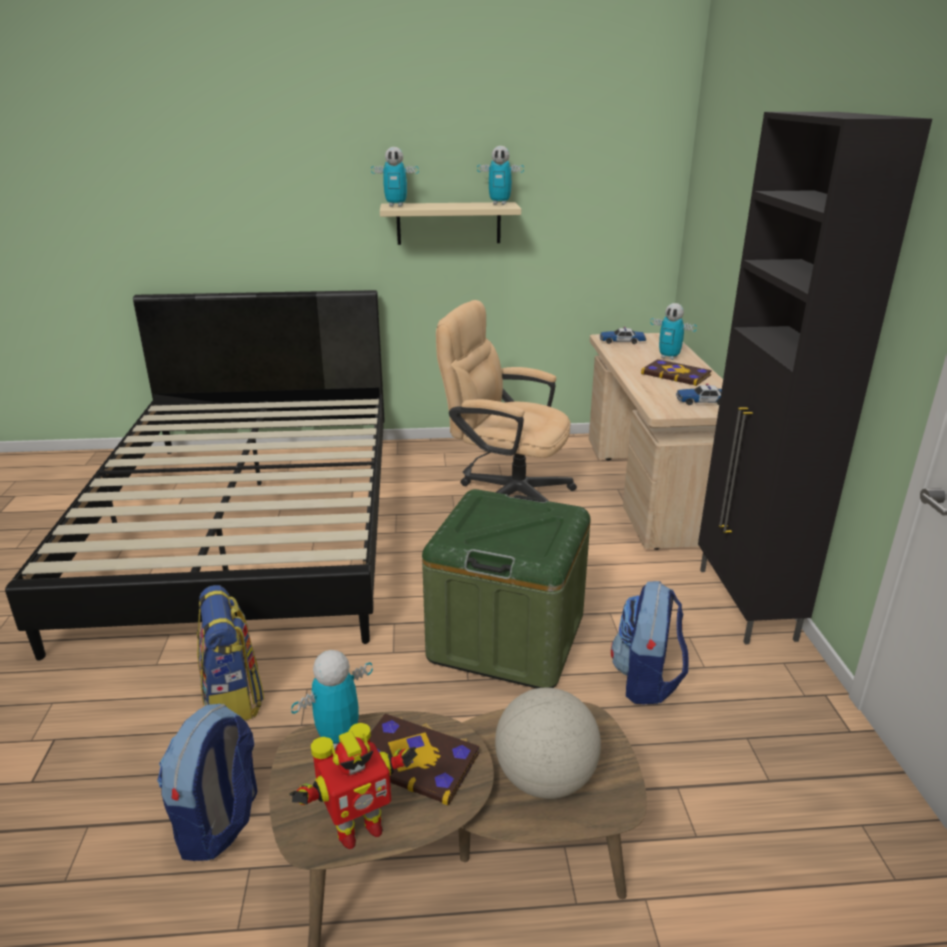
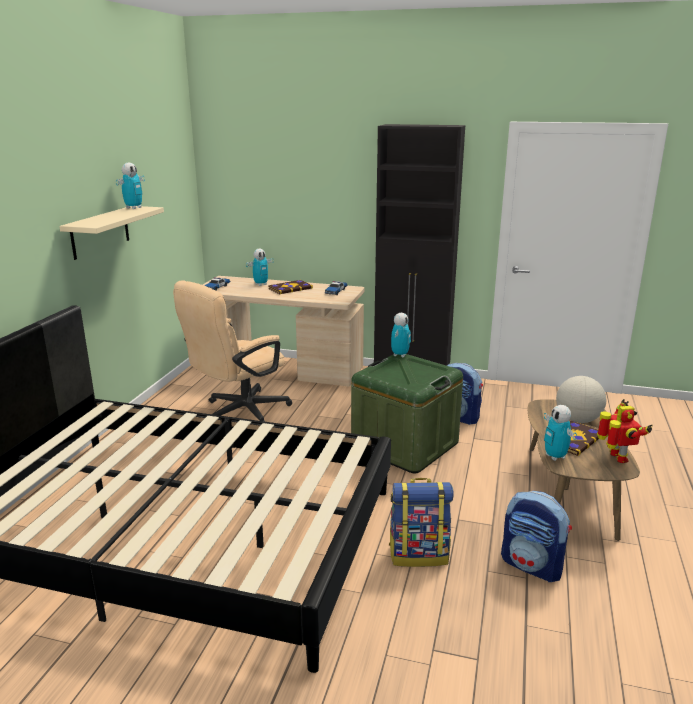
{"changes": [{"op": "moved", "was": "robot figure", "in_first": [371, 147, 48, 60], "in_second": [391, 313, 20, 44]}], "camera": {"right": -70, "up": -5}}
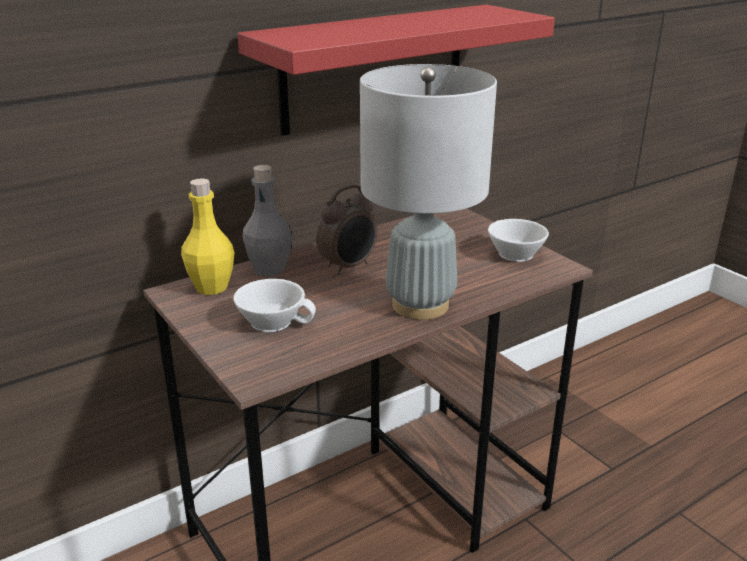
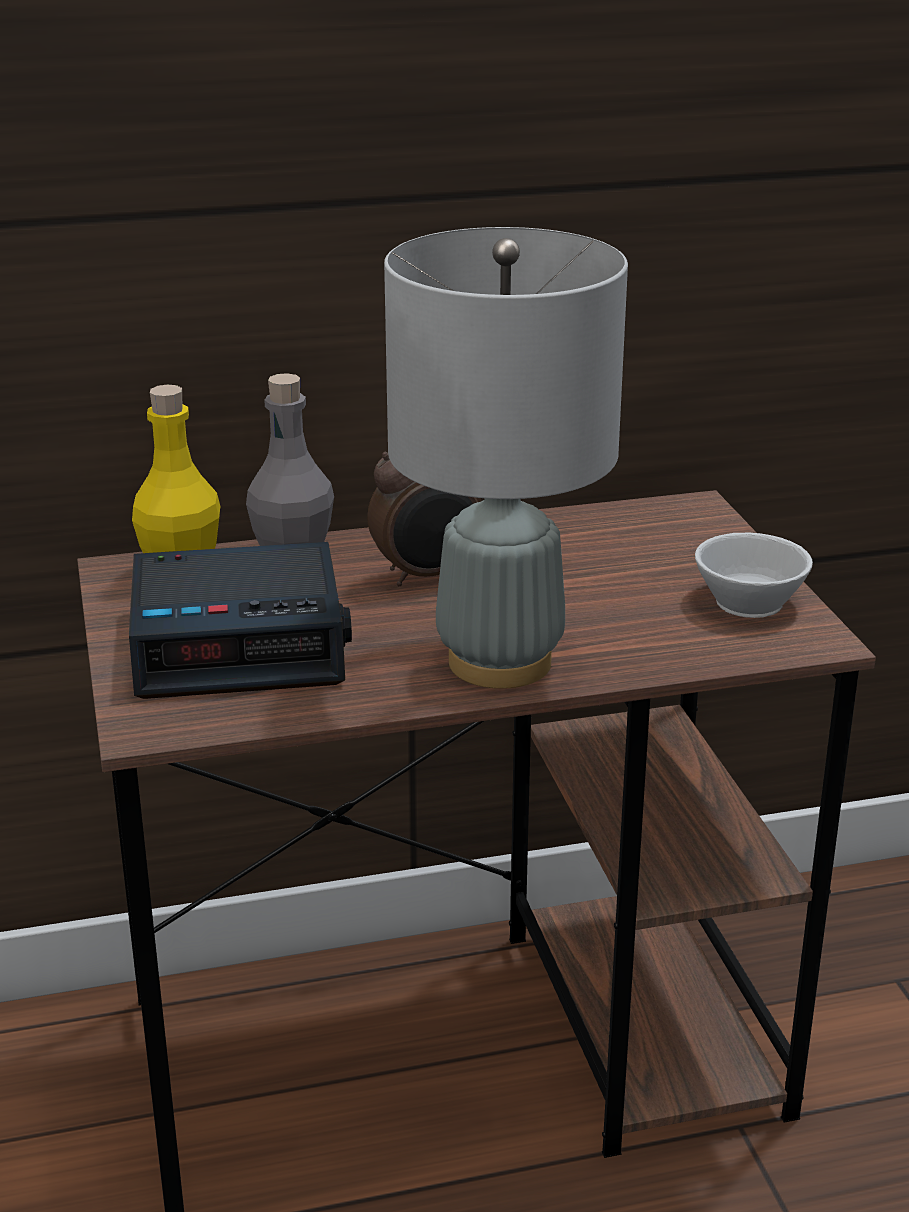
{"changes": [{"op": "replaced", "was": "cup/white", "now": "table clock", "in_first": [233, 279, 83, 53], "in_second": [129, 542, 223, 157]}, {"op": "removed", "was": "wall shelf/reddish", "in_first": [237, 4, 318, 132]}], "camera": {"right": 20, "up": 0}}
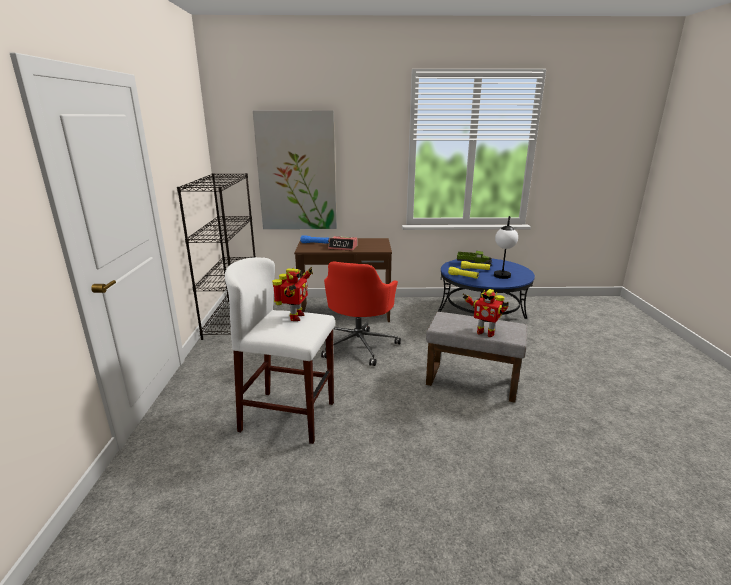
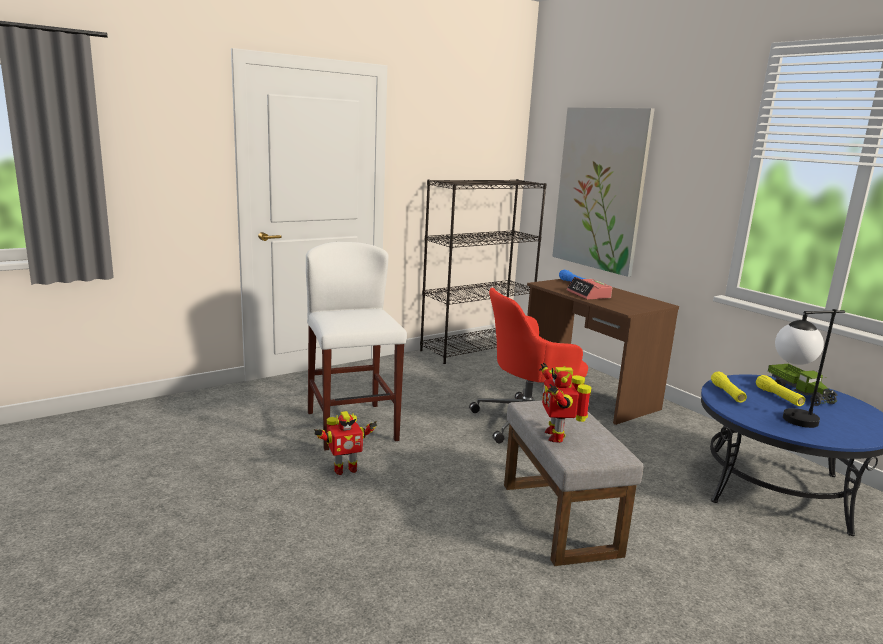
{"changes": [{"op": "moved", "was": "robot figure", "in_first": [272, 267, 41, 54], "in_second": [314, 411, 63, 64]}], "camera": {"right": 55, "up": -5}}
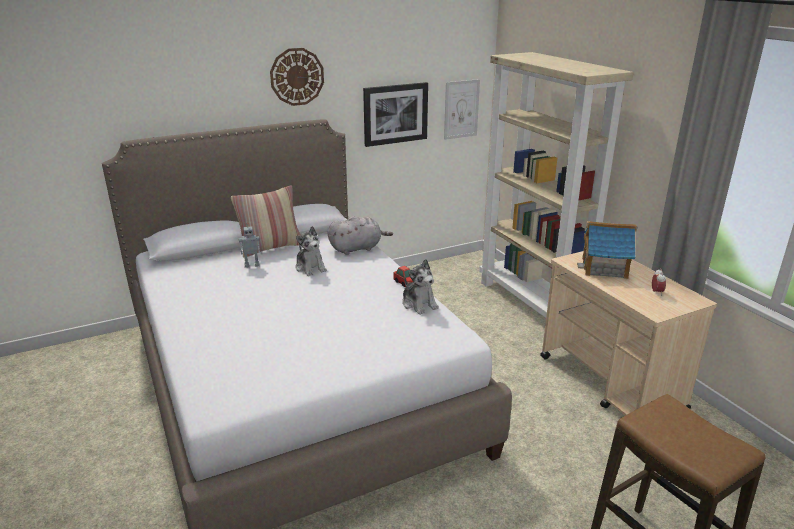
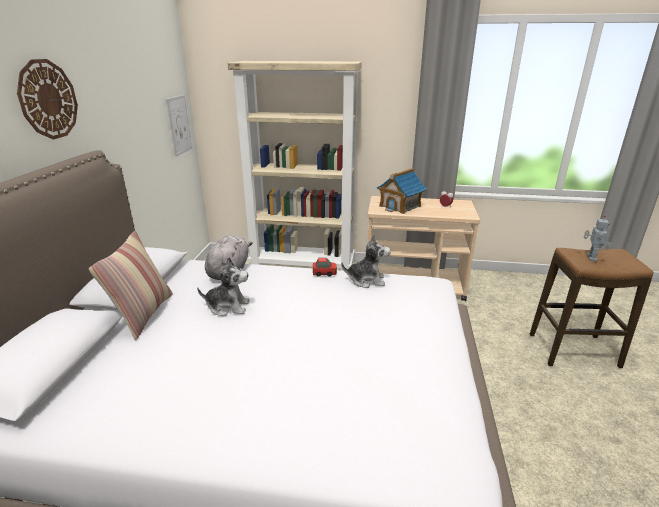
{"changes": [{"op": "moved", "was": "robot figure", "in_first": [239, 223, 21, 45], "in_second": [584, 215, 28, 47]}, {"op": "removed", "was": "wall picture", "in_first": [363, 82, 65, 65]}], "camera": {"right": -55, "up": 0}}
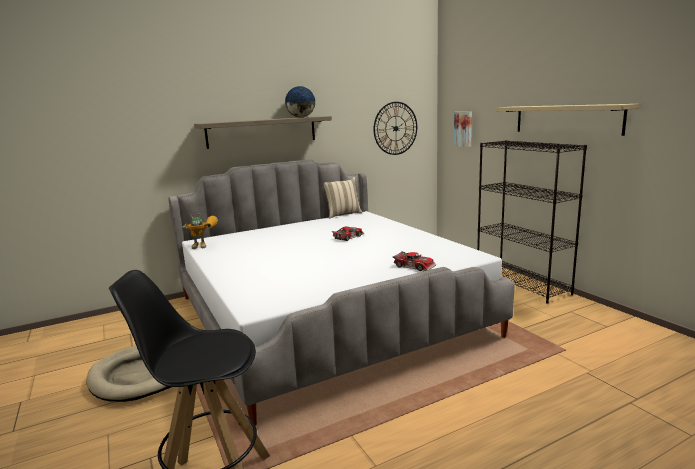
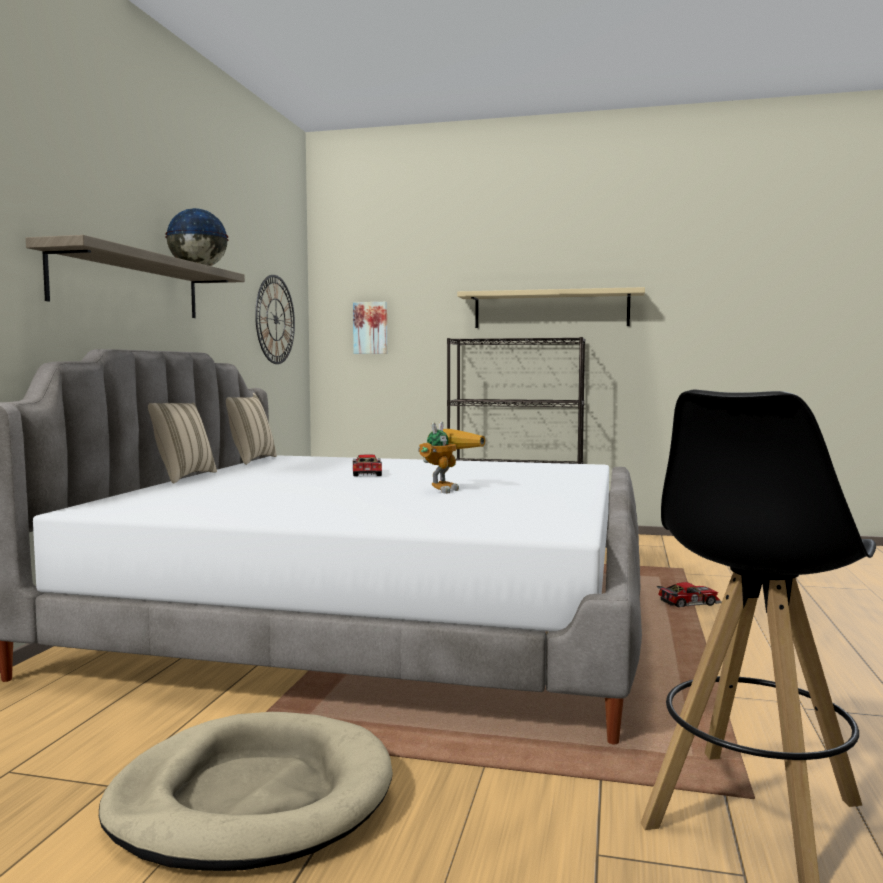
{"changes": [{"op": "added", "now": "throw pillow/beige-coloured", "in_second": [148, 402, 69, 82]}, {"op": "moved", "was": "robot figure", "in_first": [182, 213, 36, 36], "in_second": [418, 421, 68, 73]}, {"op": "moved", "was": "model car", "in_first": [393, 251, 43, 20], "in_second": [657, 582, 65, 25]}], "camera": {"right": -50, "up": -10}}
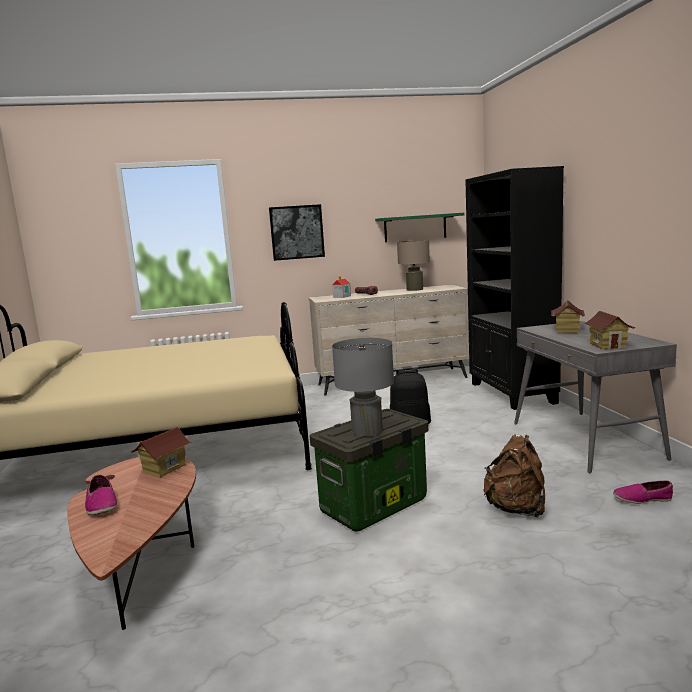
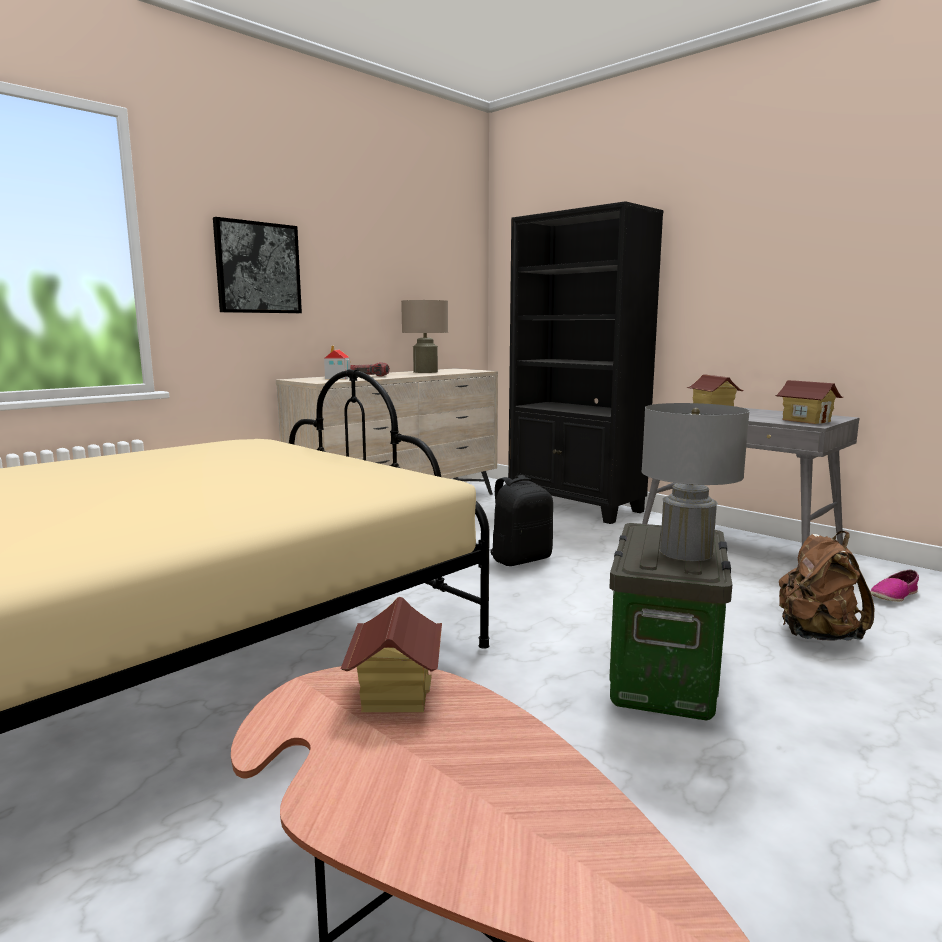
{"changes": [{"op": "removed", "was": "shoe", "in_first": [85, 475, 33, 40]}, {"op": "removed", "was": "wall shelf/green", "in_first": [375, 213, 89, 29]}], "camera": {"right": -35, "up": 0}}
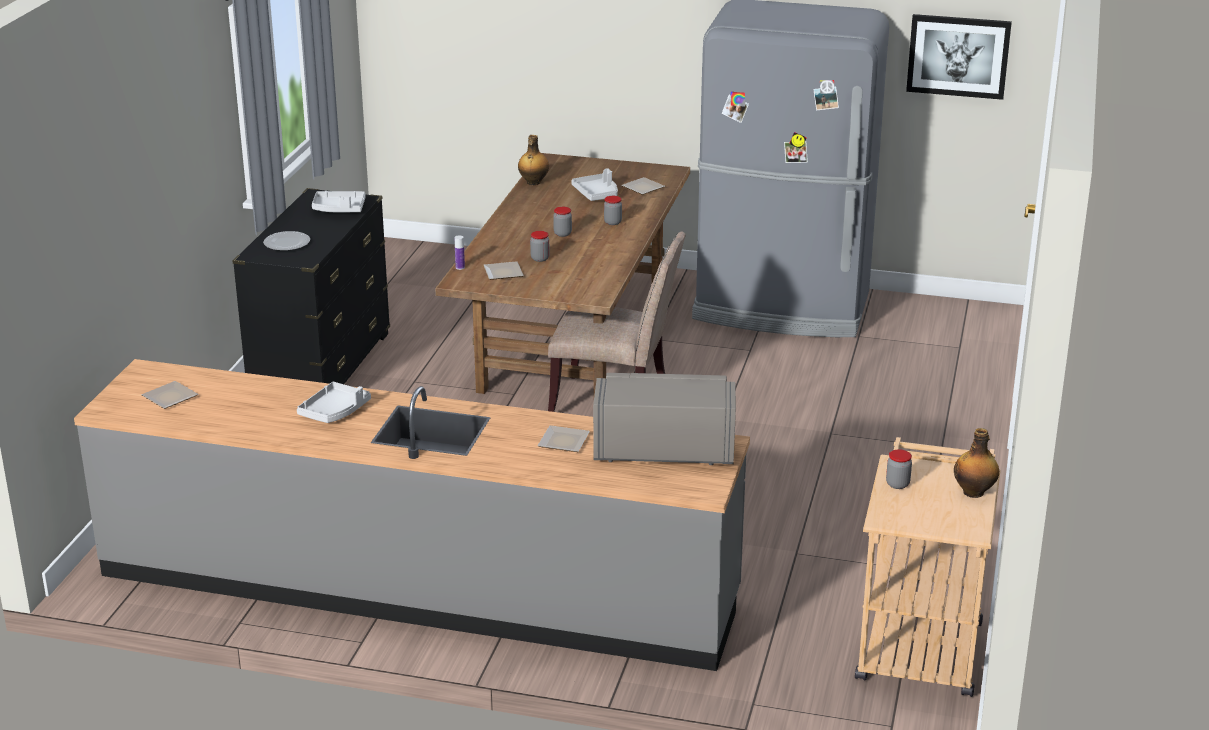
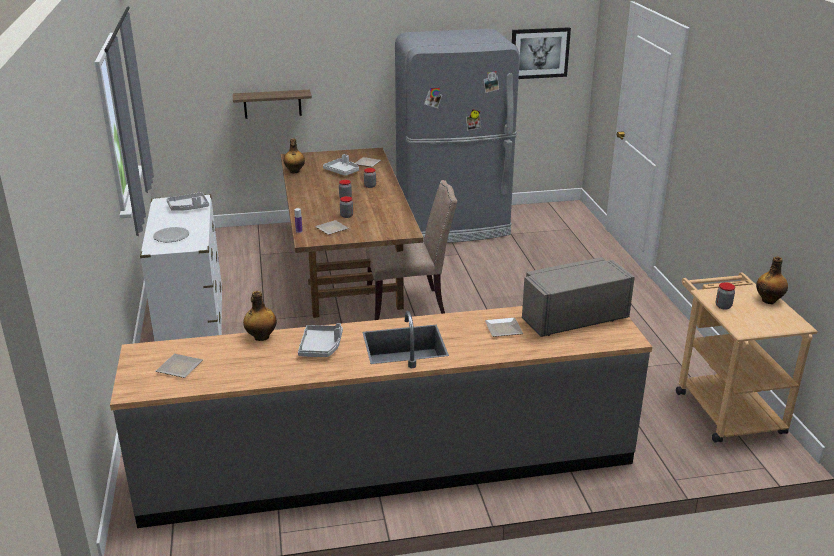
{"changes": [{"op": "recoloured", "was": "chest of drawers/black-coloured", "now": "chest of drawers/white", "in_first": [232, 188, 158, 196], "in_second": [140, 194, 82, 147]}, {"op": "added", "now": "wall shelf", "in_second": [233, 90, 79, 29]}, {"op": "added", "now": "bottle", "in_second": [243, 291, 34, 50]}], "camera": {"right": -25, "up": 0}}
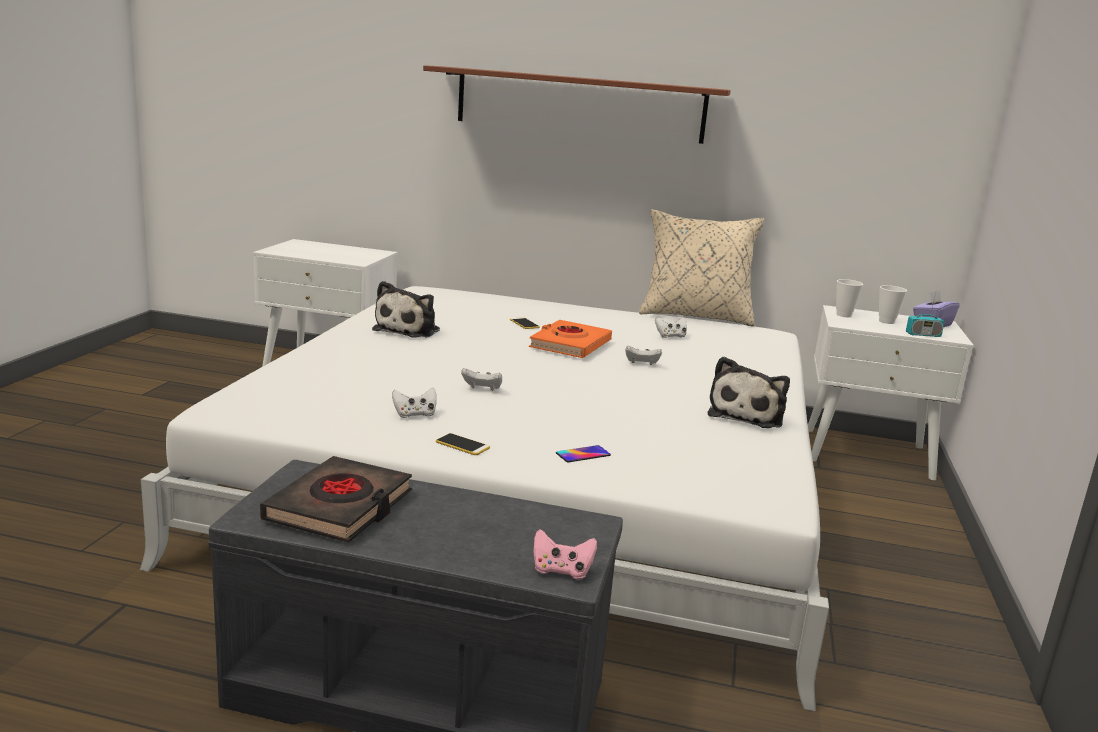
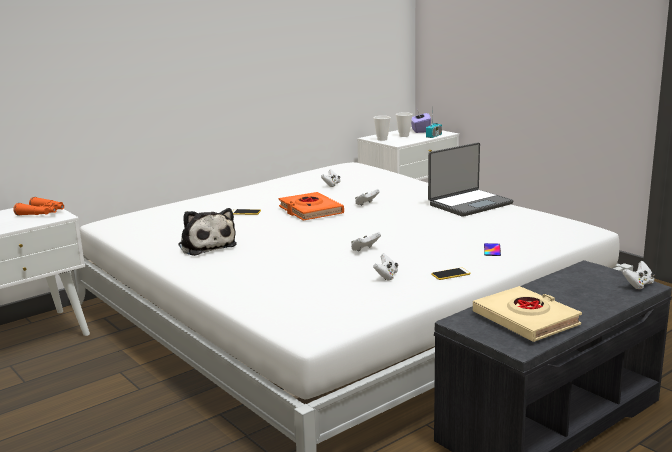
{"changes": [{"op": "added", "now": "binoculars/orangey", "in_second": [13, 197, 51, 19]}, {"op": "replaced", "was": "soft toy", "now": "notebook computer", "in_first": [708, 356, 82, 72], "in_second": [428, 142, 85, 75]}, {"op": "recoloured", "was": "volume/black-coloured", "now": "volume/beige-coloured", "in_first": [260, 456, 152, 87], "in_second": [473, 286, 109, 56]}, {"op": "recoloured", "was": "game controller/pink-coloured", "now": "game controller/white", "in_first": [533, 529, 64, 51], "in_second": [622, 261, 33, 28]}, {"op": "removed", "was": "wall shelf/brown", "in_first": [423, 65, 308, 79]}, {"op": "removed", "was": "throw pillow/beige-coloured", "in_first": [639, 209, 125, 118]}], "camera": {"right": -50, "up": 0}}
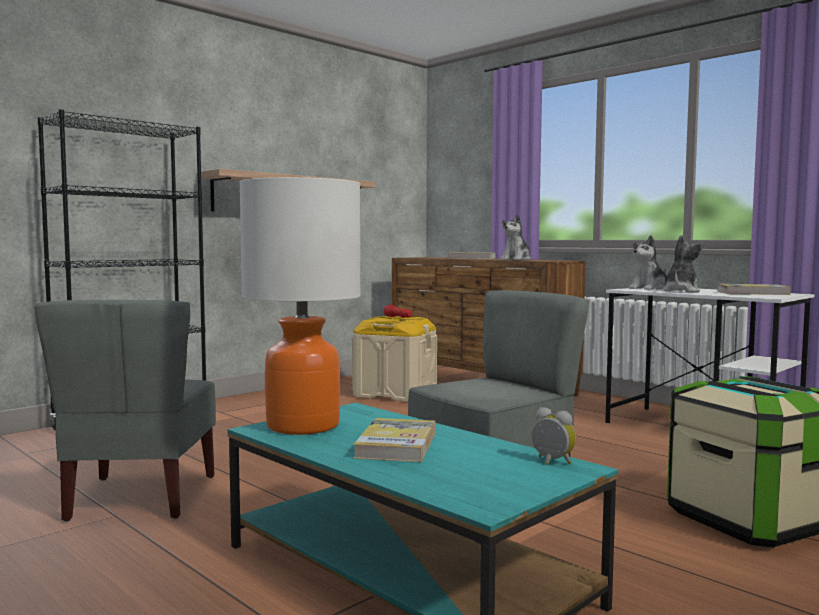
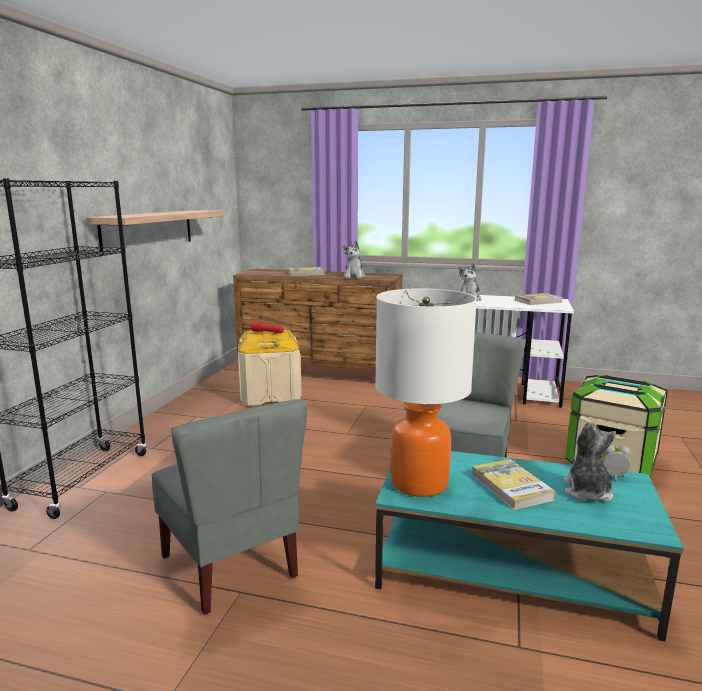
{"changes": [{"op": "moved", "was": "soft toy", "in_first": [663, 235, 40, 58], "in_second": [563, 422, 53, 79]}], "camera": {"right": -30, "up": 10}}
